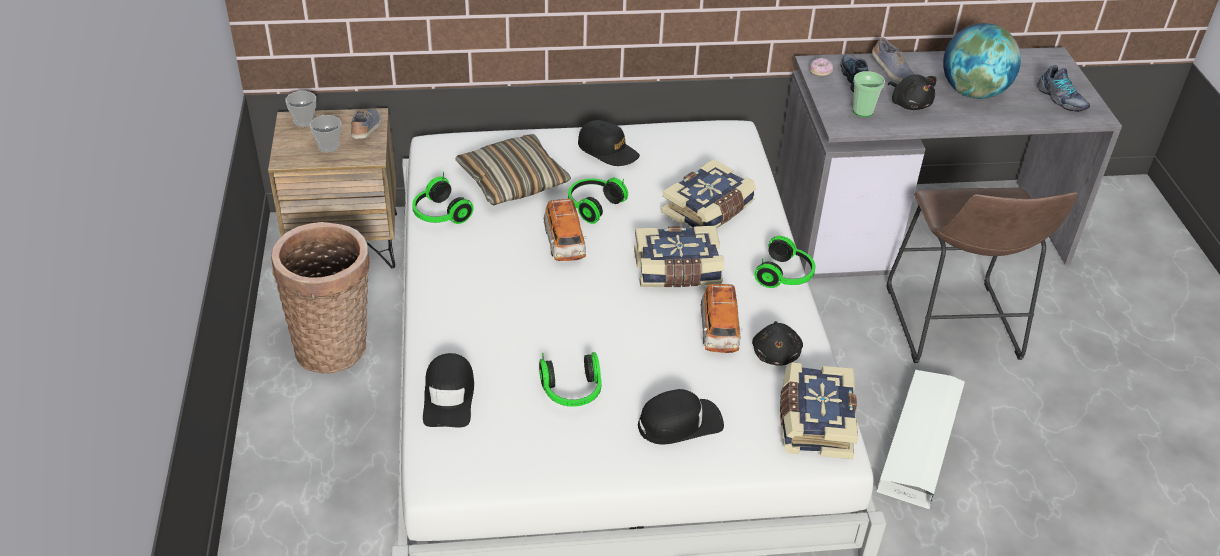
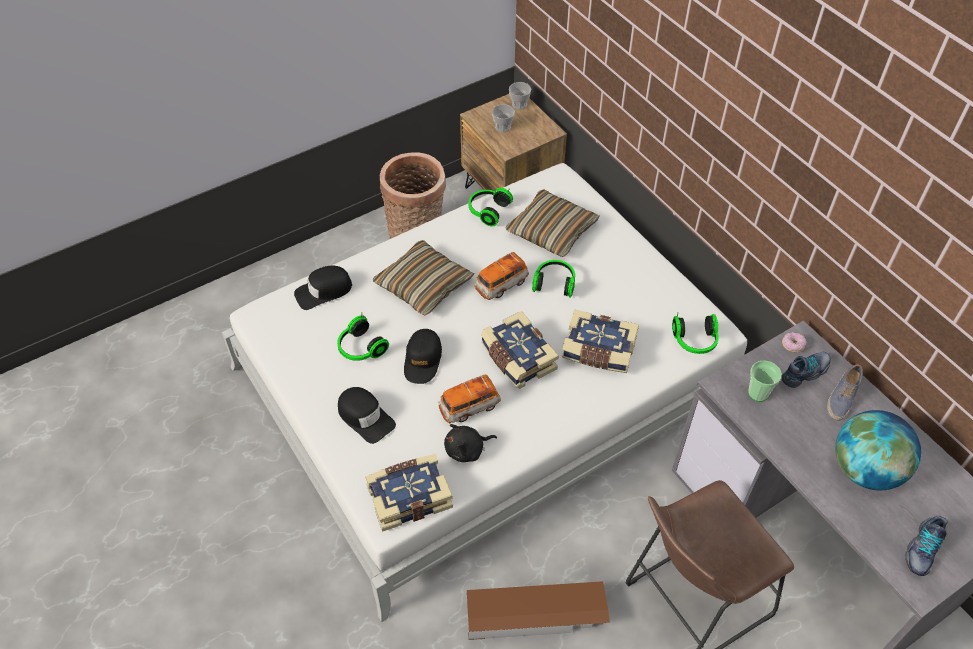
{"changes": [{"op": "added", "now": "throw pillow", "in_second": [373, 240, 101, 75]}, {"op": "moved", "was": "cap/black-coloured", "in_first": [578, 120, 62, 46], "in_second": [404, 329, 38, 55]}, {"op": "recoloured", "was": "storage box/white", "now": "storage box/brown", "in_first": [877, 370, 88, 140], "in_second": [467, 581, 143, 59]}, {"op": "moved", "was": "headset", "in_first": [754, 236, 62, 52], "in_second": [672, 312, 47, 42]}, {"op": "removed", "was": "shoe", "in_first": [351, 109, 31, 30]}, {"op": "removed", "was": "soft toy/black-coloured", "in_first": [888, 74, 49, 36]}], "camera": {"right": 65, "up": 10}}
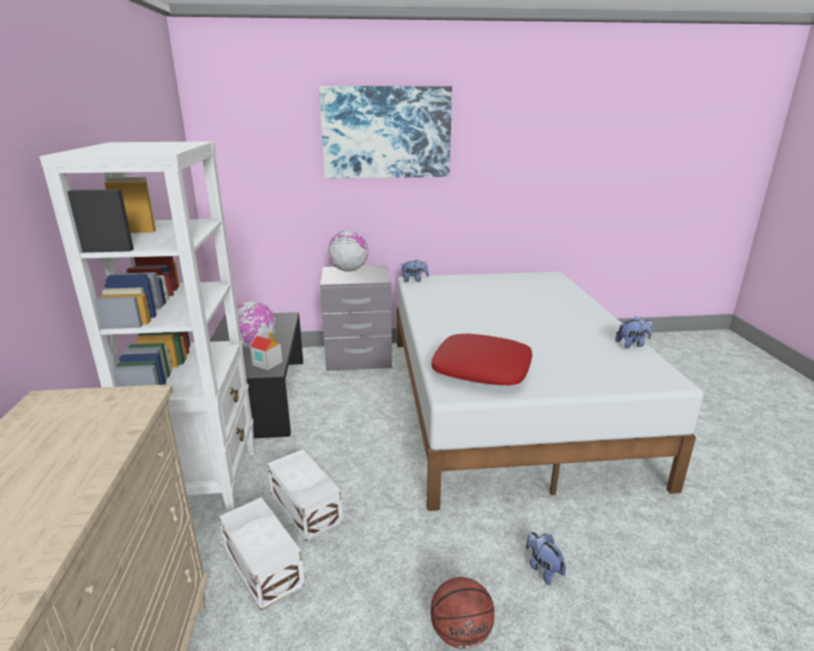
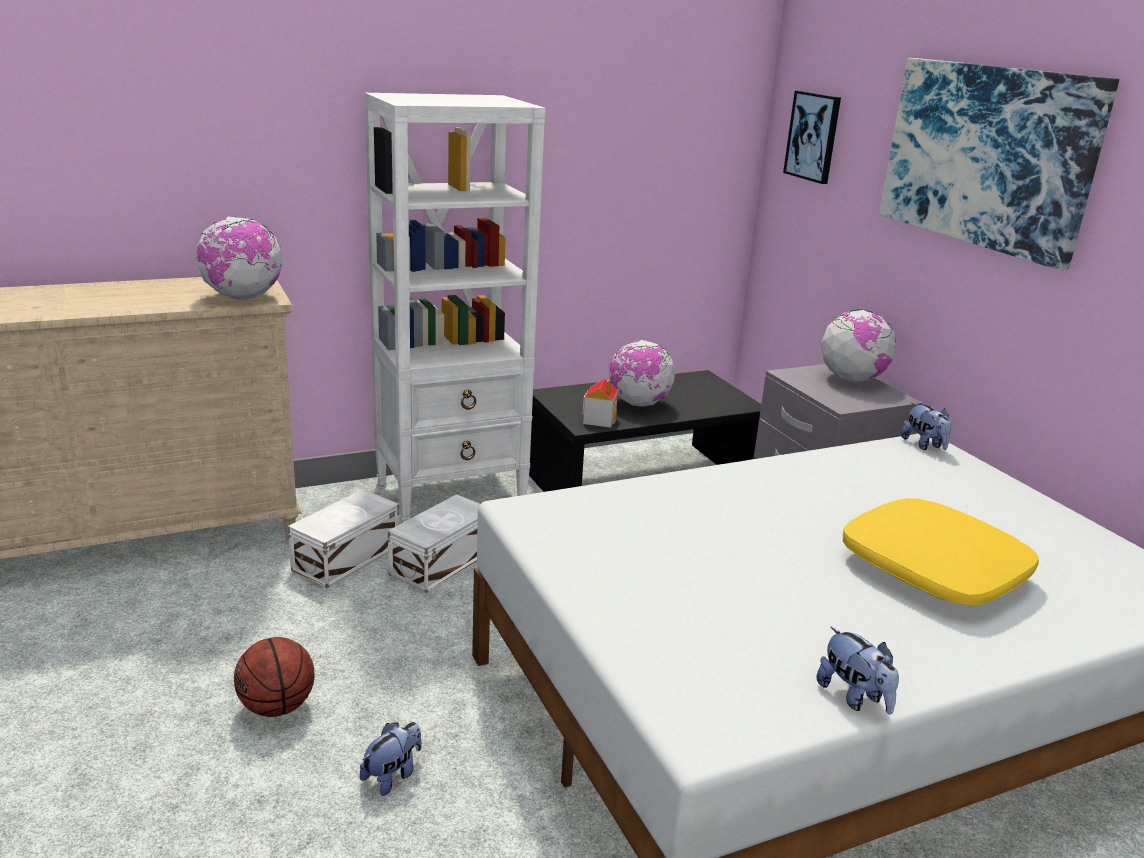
{"changes": [{"op": "added", "now": "desk globe", "in_second": [195, 217, 87, 82]}, {"op": "added", "now": "wall picture", "in_second": [783, 91, 58, 93]}, {"op": "added", "now": "throw pillow/yellowish", "in_second": [843, 498, 196, 108]}, {"op": "removed", "was": "throw pillow/reddish", "in_first": [431, 334, 101, 51]}], "camera": {"right": 70, "up": 0}}
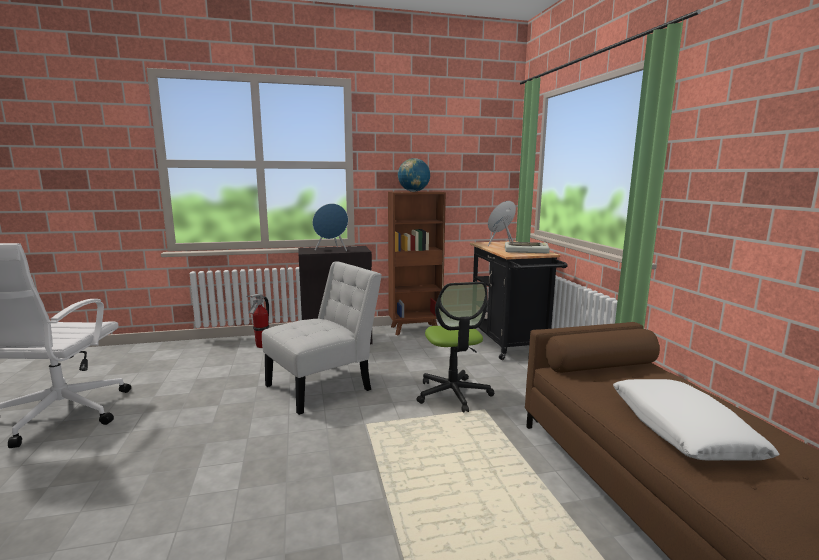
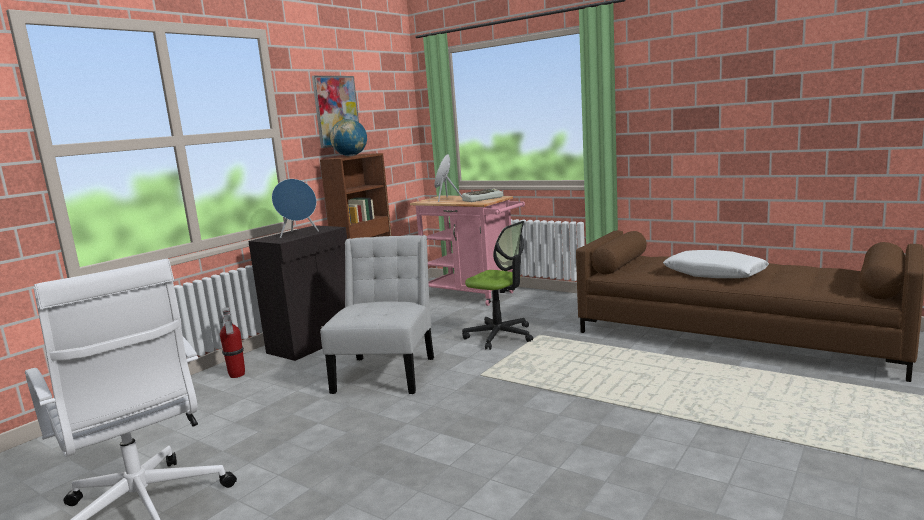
{"changes": [{"op": "added", "now": "wall picture", "in_second": [312, 76, 47, 72]}, {"op": "recoloured", "was": "trolley/black-coloured", "now": "trolley/pink-coloured", "in_first": [470, 241, 98, 119], "in_second": [410, 195, 115, 111]}], "camera": {"right": -40, "up": 0}}
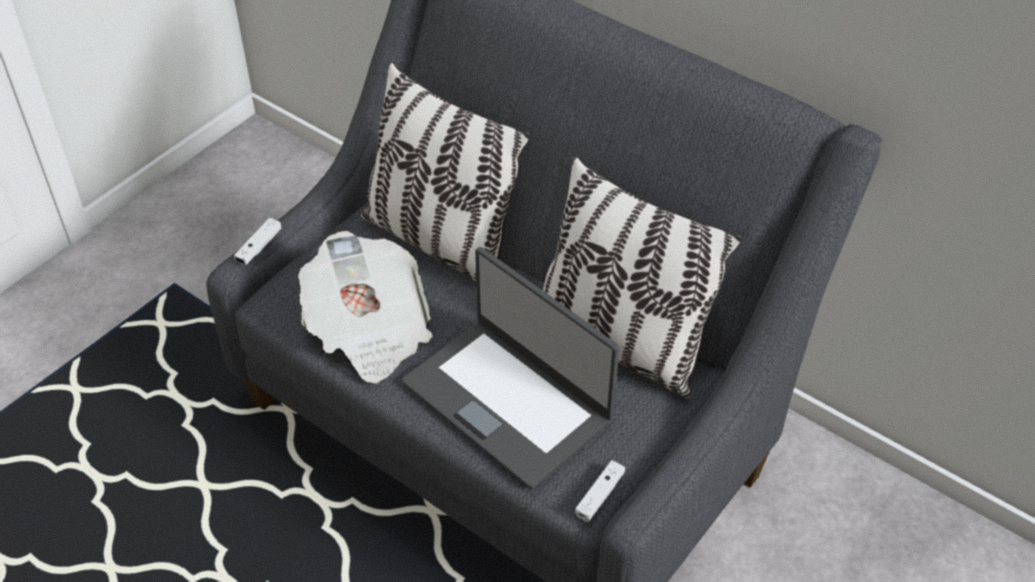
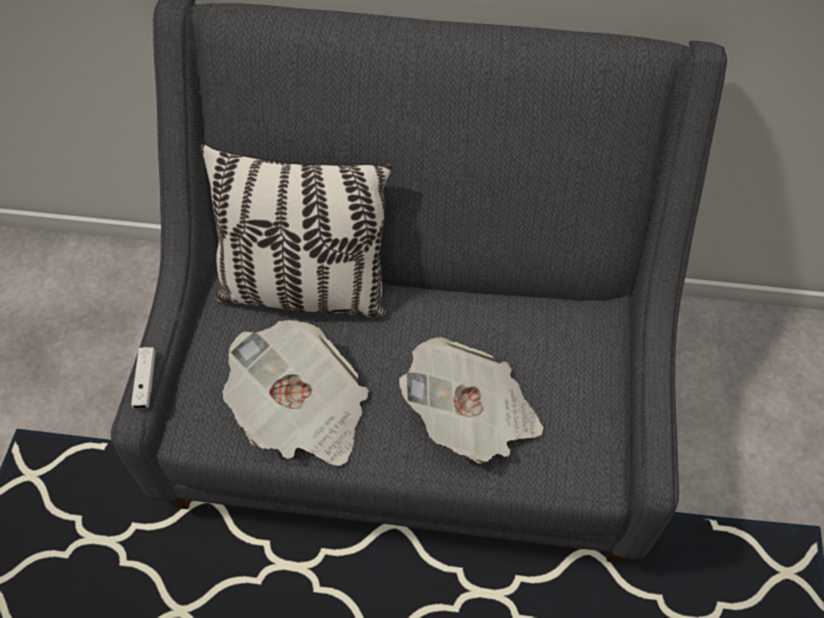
{"changes": [{"op": "replaced", "was": "notebook computer", "now": "newspaper", "in_first": [401, 247, 219, 242], "in_second": [399, 337, 144, 127]}, {"op": "removed", "was": "throw pillow", "in_first": [543, 156, 199, 242]}, {"op": "removed", "was": "game controller/white", "in_first": [575, 460, 50, 62]}], "camera": {"right": -30, "up": 10}}
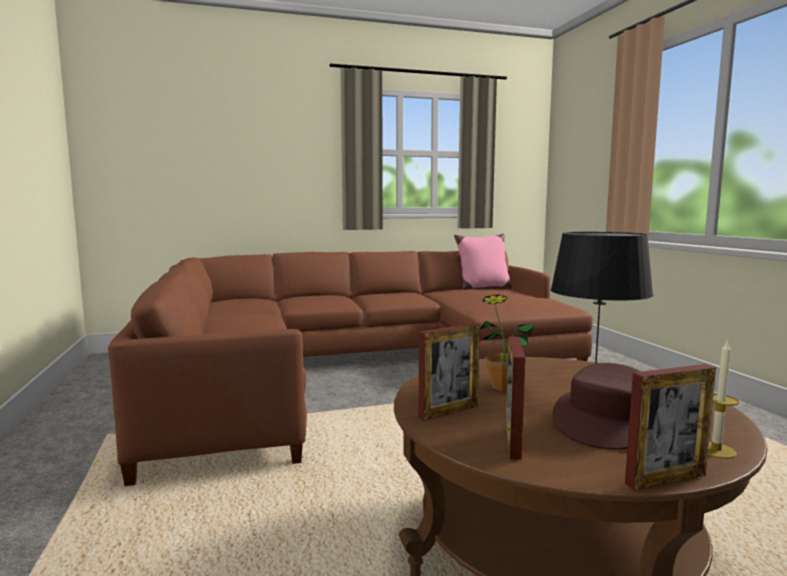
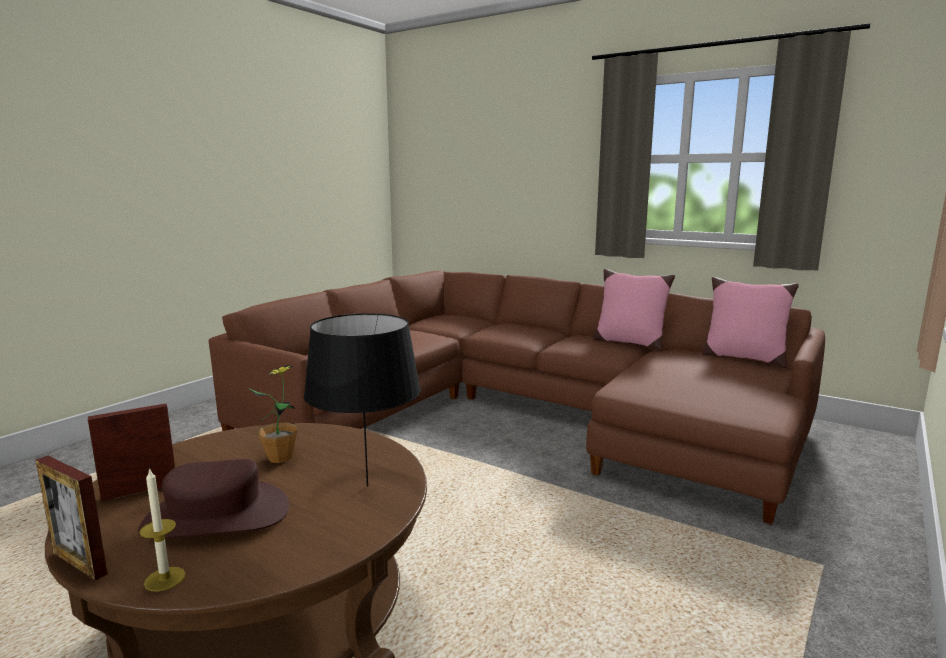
{"changes": [{"op": "added", "now": "throw pillow/pink-coloured", "in_second": [593, 269, 82, 82]}, {"op": "removed", "was": "picture frame", "in_first": [418, 323, 62, 98]}], "camera": {"right": 50, "up": 5}}
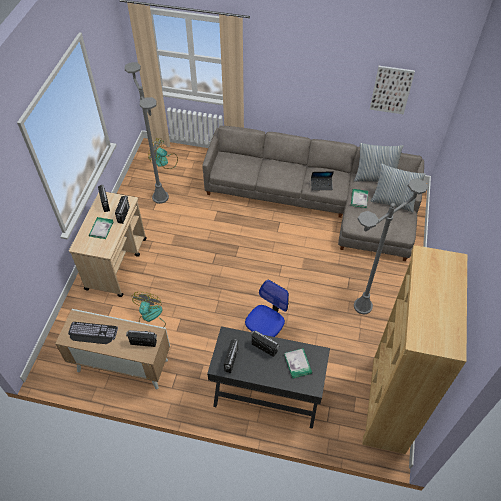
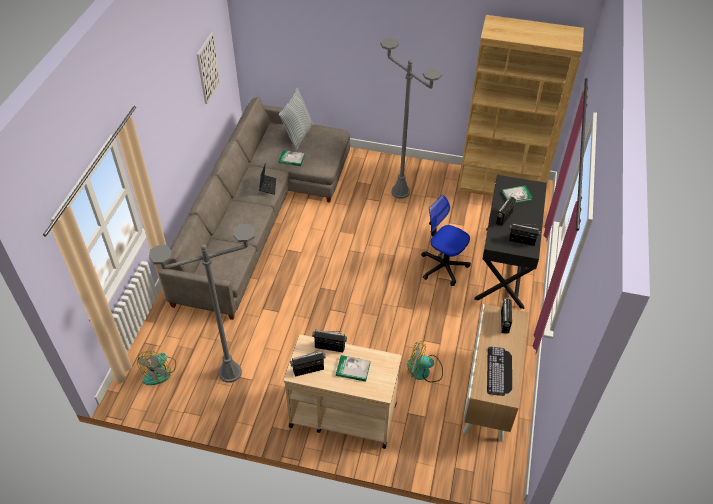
{"changes": [{"op": "removed", "was": "throw pillow", "in_first": [354, 143, 50, 39]}], "camera": {"right": -90, "up": -5}}
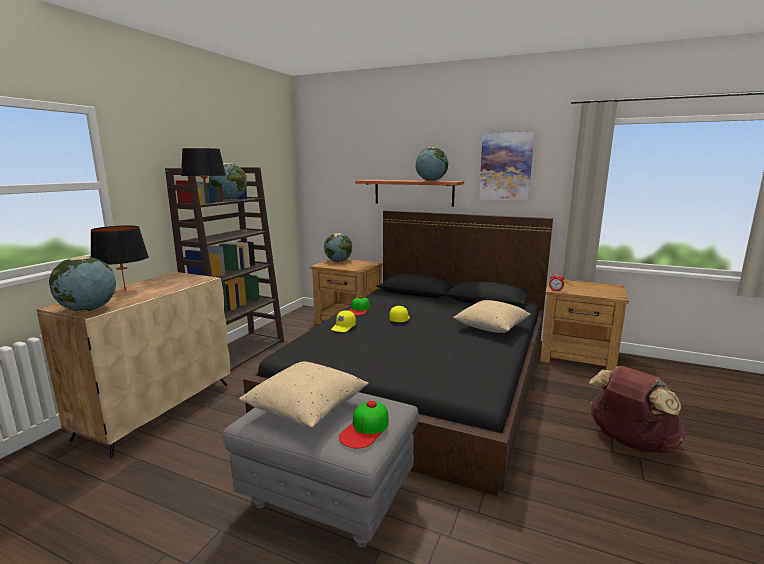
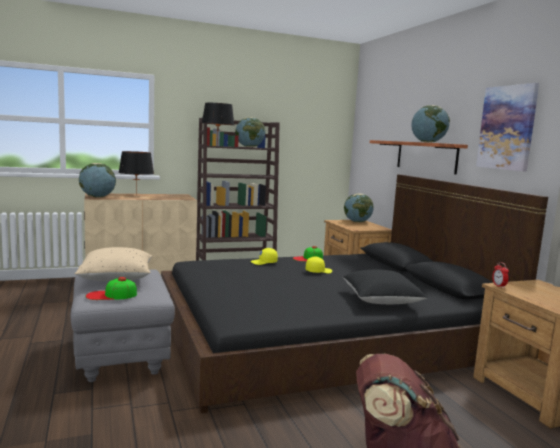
{"changes": [{"op": "recoloured", "was": "throw pillow/beige-coloured", "now": "throw pillow/black-coloured", "in_first": [453, 300, 78, 33], "in_second": [343, 270, 85, 34]}], "camera": {"right": 45, "up": -5}}
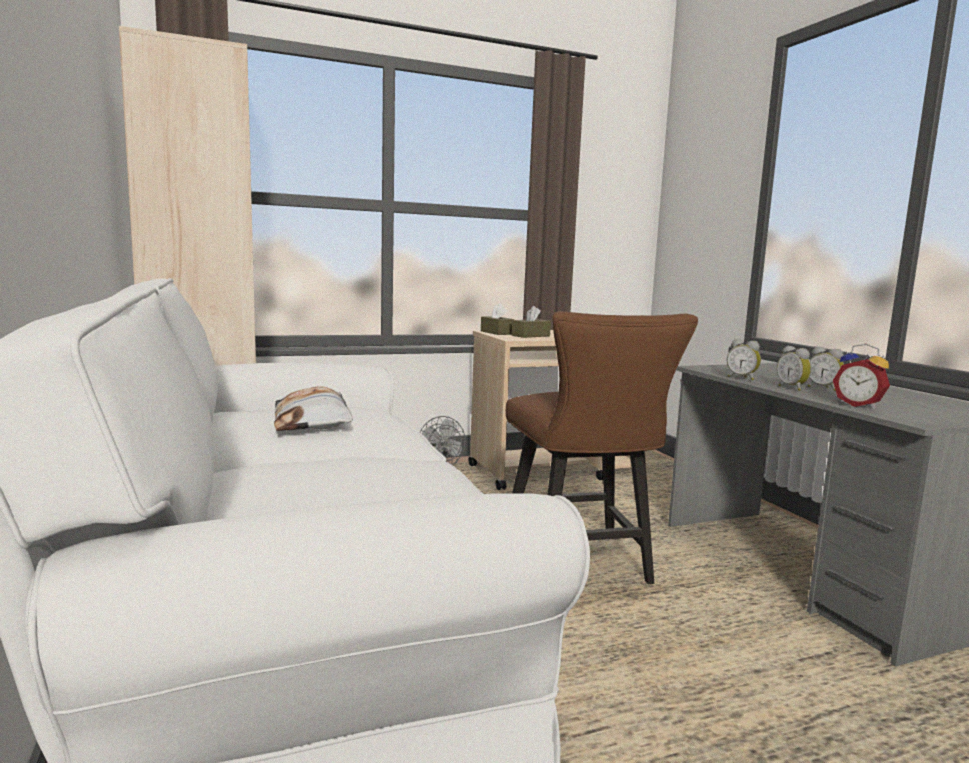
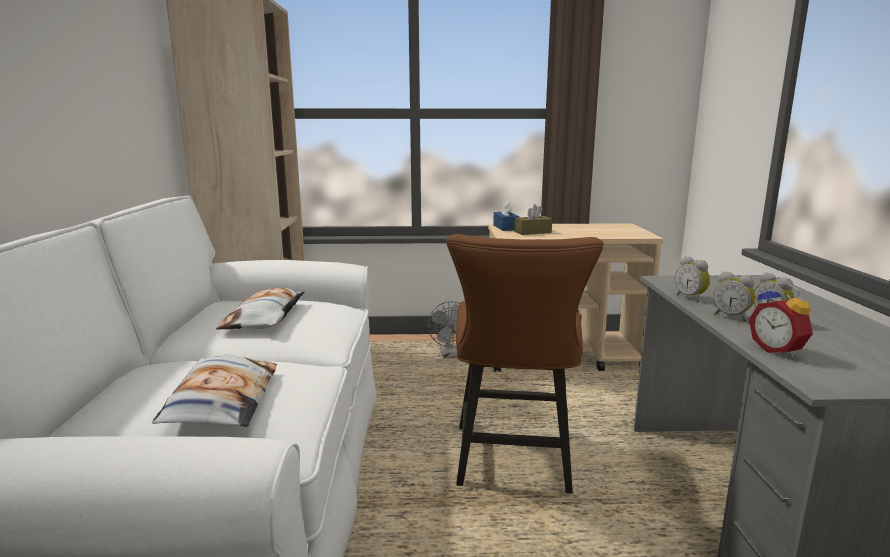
{"changes": [{"op": "added", "now": "throw pillow", "in_second": [152, 355, 125, 72]}, {"op": "recoloured", "was": "tissue holder/brown", "now": "tissue holder/blue", "in_first": [481, 303, 33, 32], "in_second": [493, 201, 26, 30]}, {"op": "turned", "was": "table clock", "in_first": [777, 346, 35, 45], "in_second": [713, 271, 42, 51], "clockwise": -45}], "camera": {"right": 20, "up": 5}}
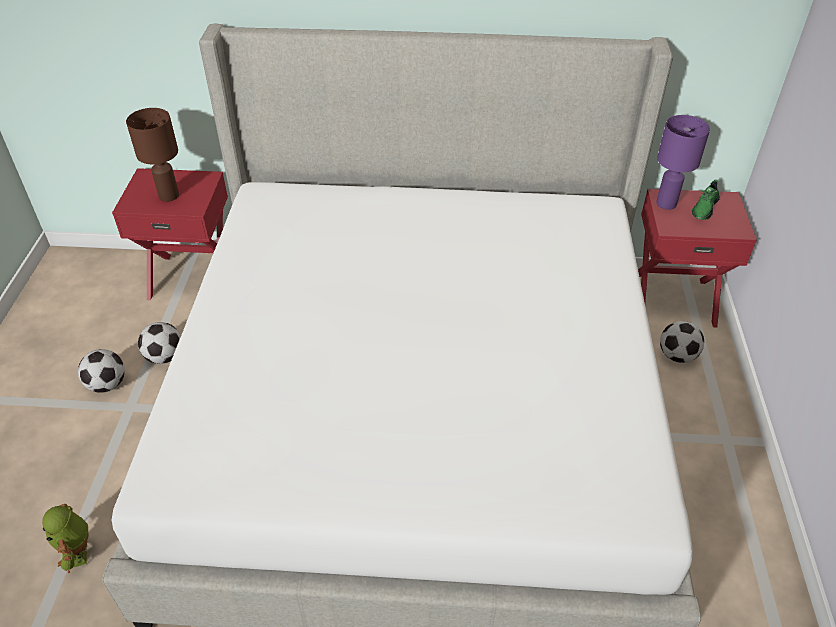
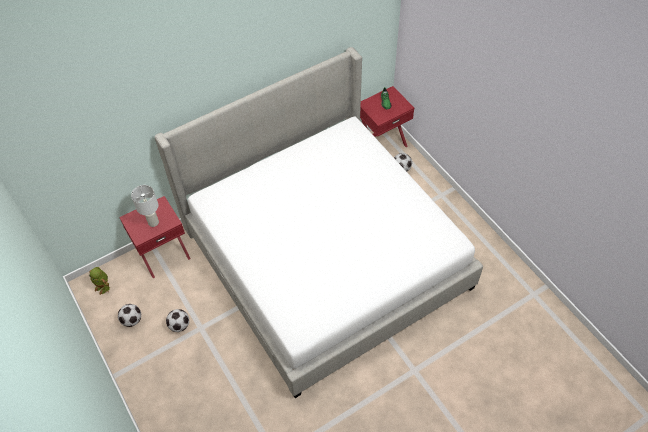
{"changes": [{"op": "moved", "was": "robot figure", "in_first": [42, 504, 47, 69], "in_second": [89, 267, 21, 28]}, {"op": "moved", "was": "ball for football", "in_first": [138, 322, 43, 42], "in_second": [118, 304, 23, 23]}, {"op": "recoloured", "was": "table lamp/brown", "now": "table lamp/white", "in_first": [126, 108, 53, 94], "in_second": [131, 185, 28, 42]}, {"op": "removed", "was": "table lamp/purplish", "in_first": [656, 115, 54, 95]}], "camera": {"right": -35, "up": 10}}
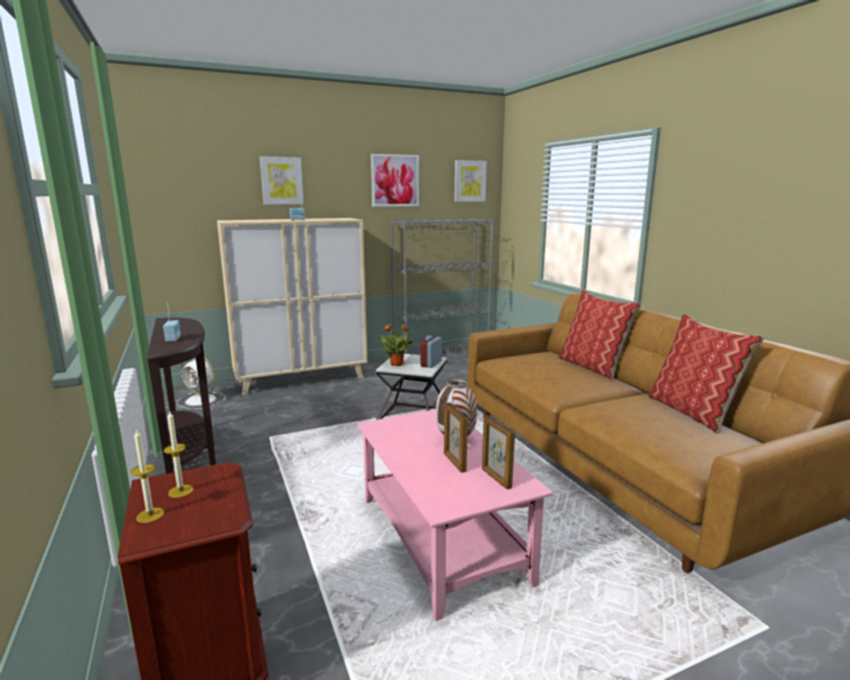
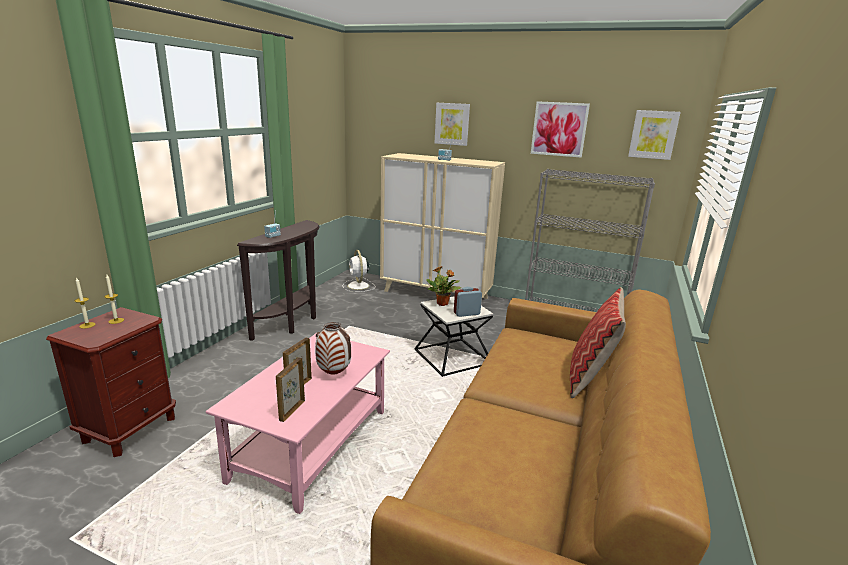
{"changes": [{"op": "removed", "was": "throw pillow", "in_first": [648, 314, 116, 120]}], "camera": {"right": 45, "up": 5}}
